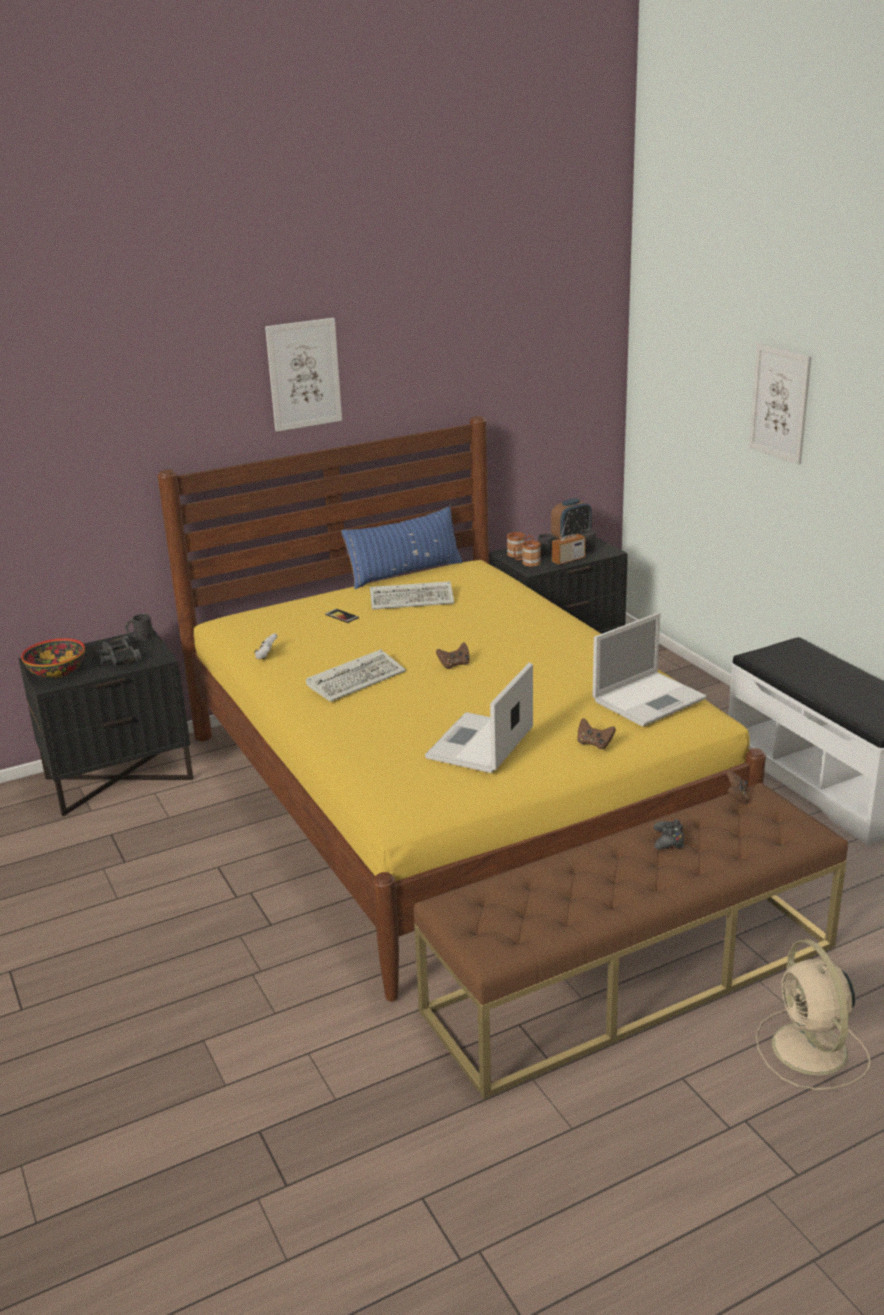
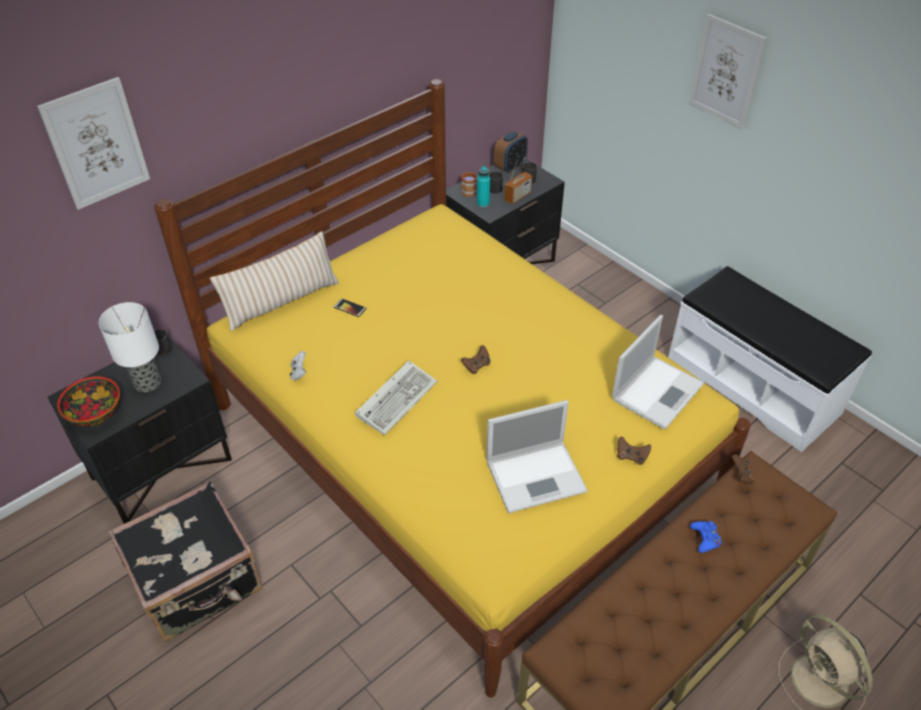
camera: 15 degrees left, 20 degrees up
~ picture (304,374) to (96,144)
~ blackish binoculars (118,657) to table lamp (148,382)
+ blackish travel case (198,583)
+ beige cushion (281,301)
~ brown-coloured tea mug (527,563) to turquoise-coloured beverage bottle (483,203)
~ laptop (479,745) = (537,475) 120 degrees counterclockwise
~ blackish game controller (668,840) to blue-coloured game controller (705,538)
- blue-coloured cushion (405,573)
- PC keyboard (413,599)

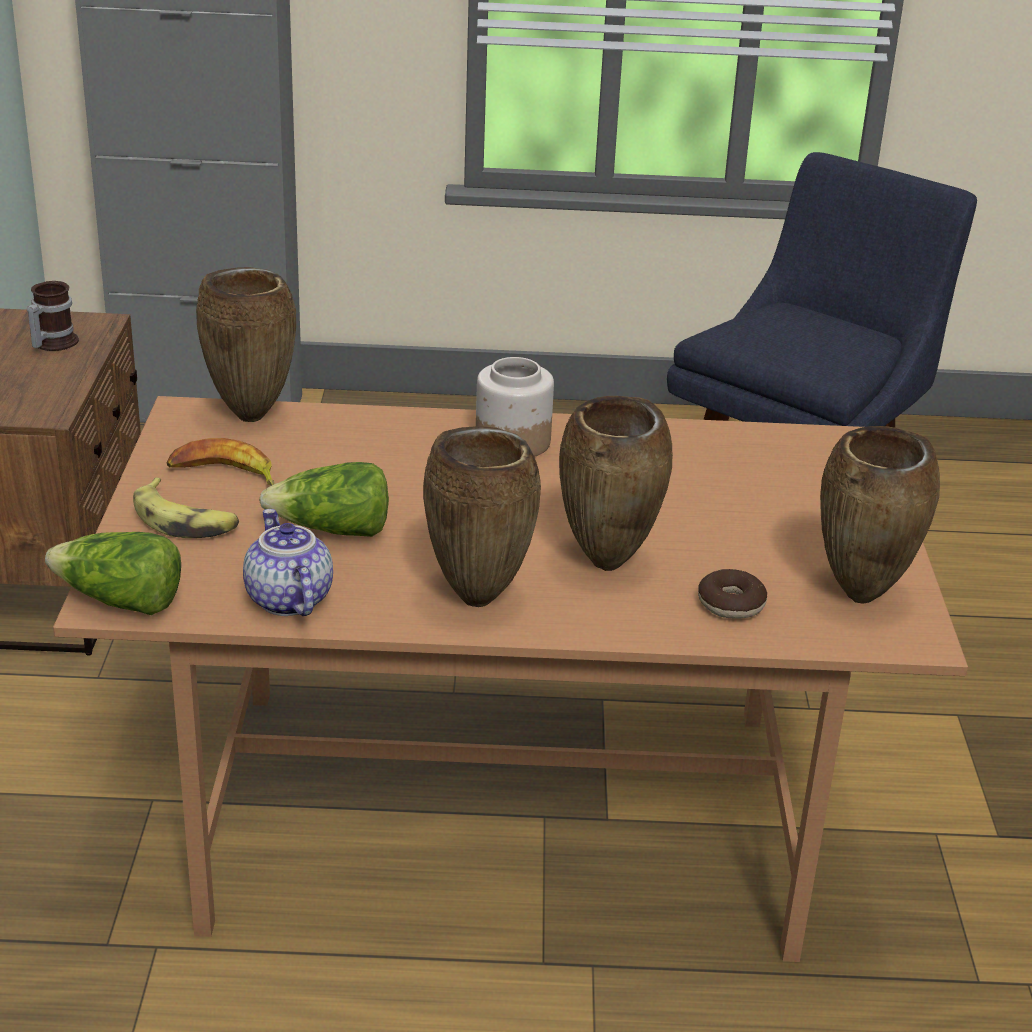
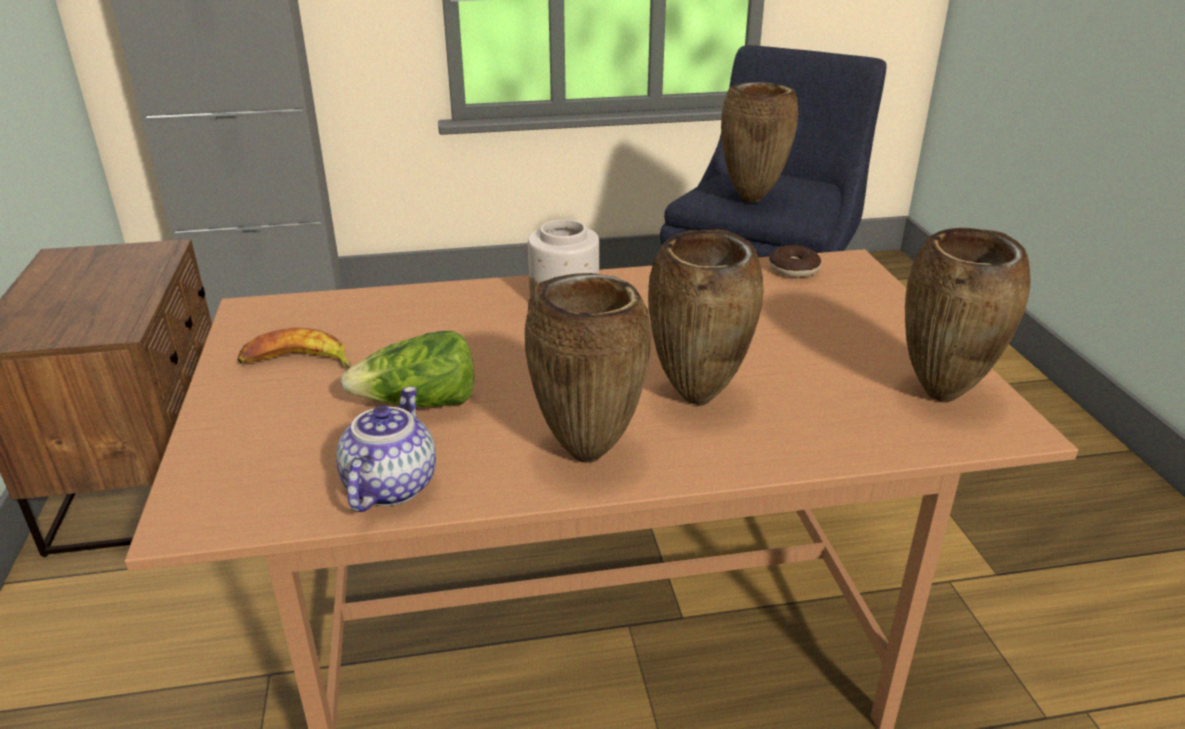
camera: 10 degrees left, 0 degrees up
~ pot for tea (286,600) = (389,485) 45 degrees clockwise
~ brown-coloured vase (252,416) to (752,199)
~ doughnut (731,604) to (793,269)
- tea mug (51,343)
- lettuce (120,601)
- whole banana (185,521)

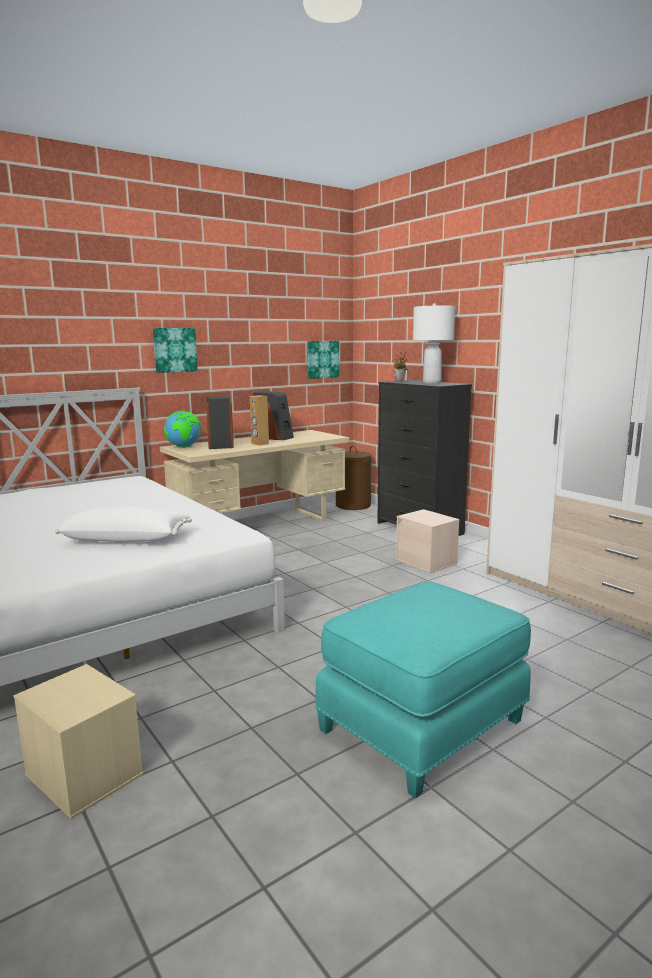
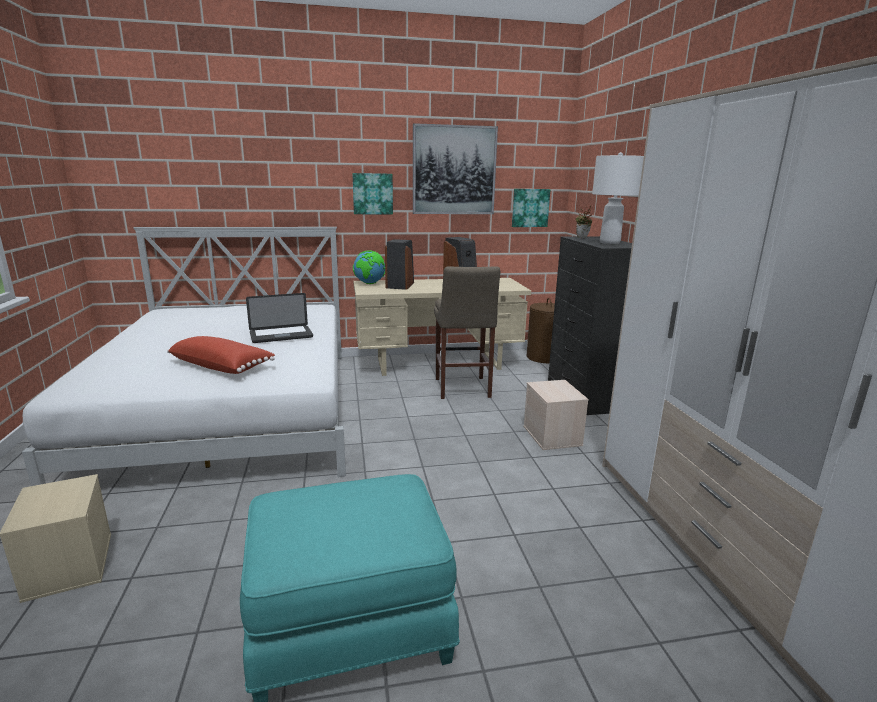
camera: 25 degrees right, 5 degrees up
~ white cushion (127,539) to reddish cushion (222,366)
+ laptop (281,335)
+ picture (454,170)
+ beige sitting stool (462,389)
- brown-coloured speaker (260,444)

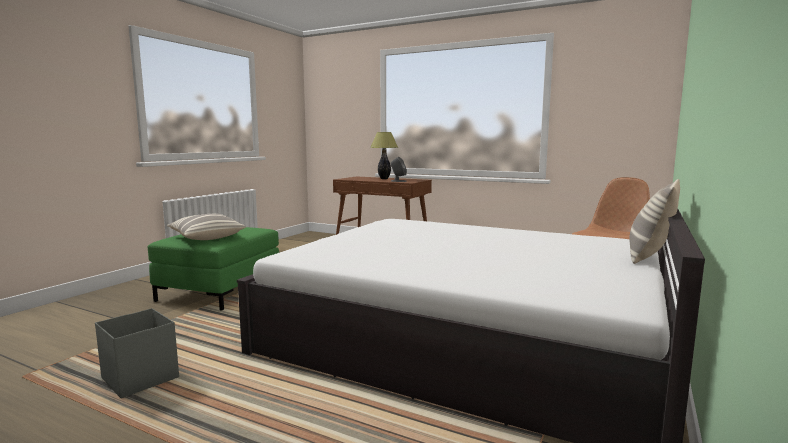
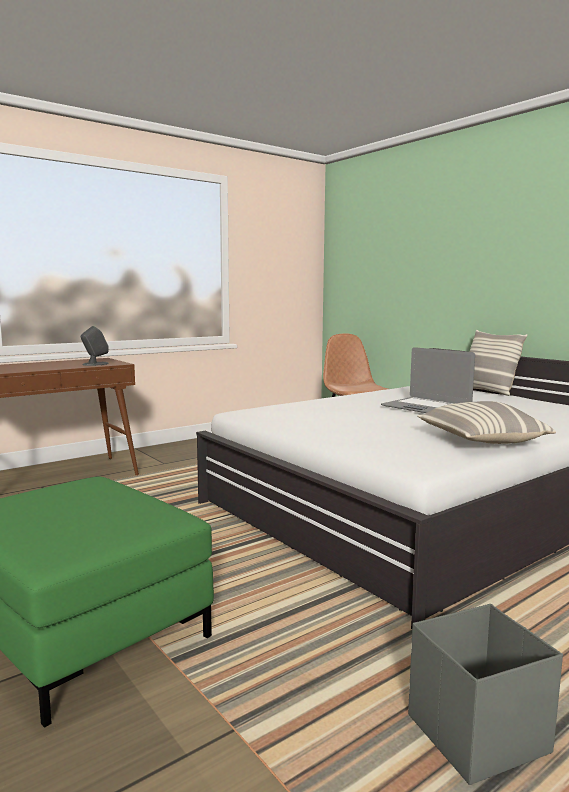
camera: 65 degrees left, 0 degrees up
+ laptop (426,408)
~ cushion (206,237) to (480,441)
- table lamp (384,178)

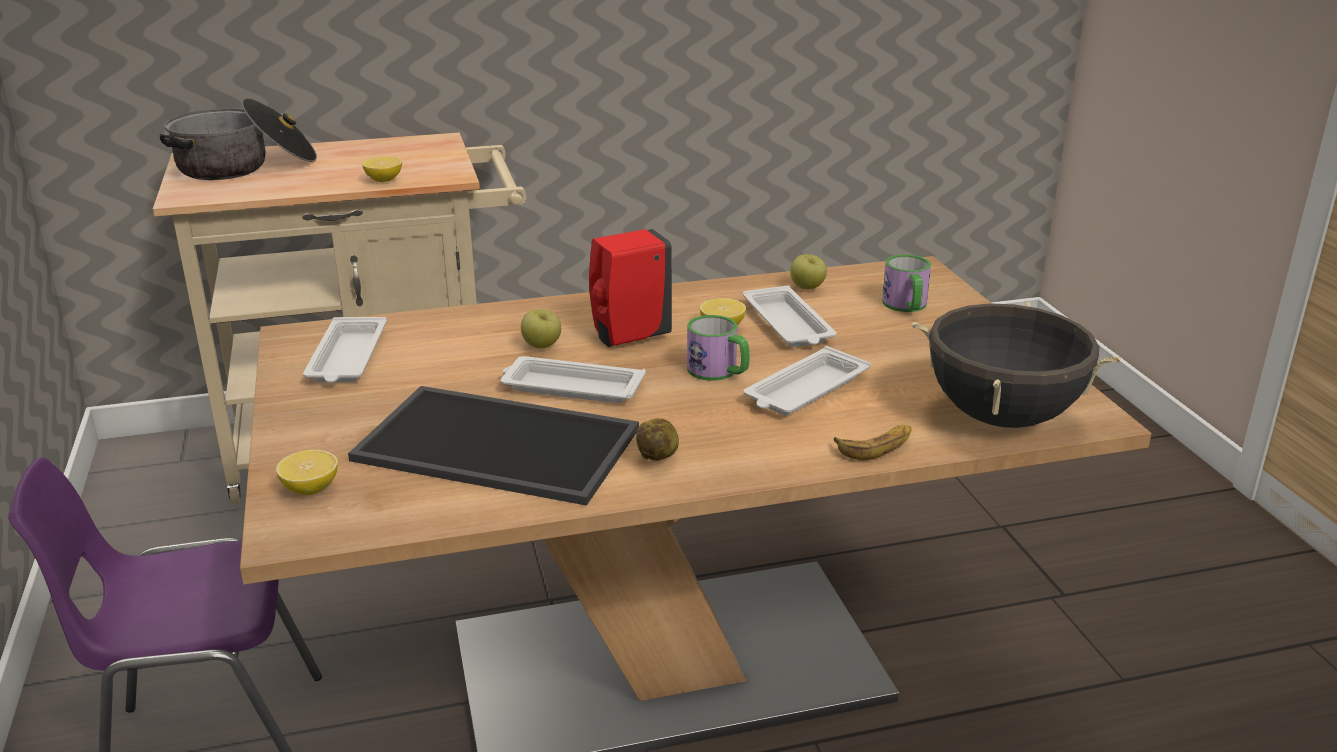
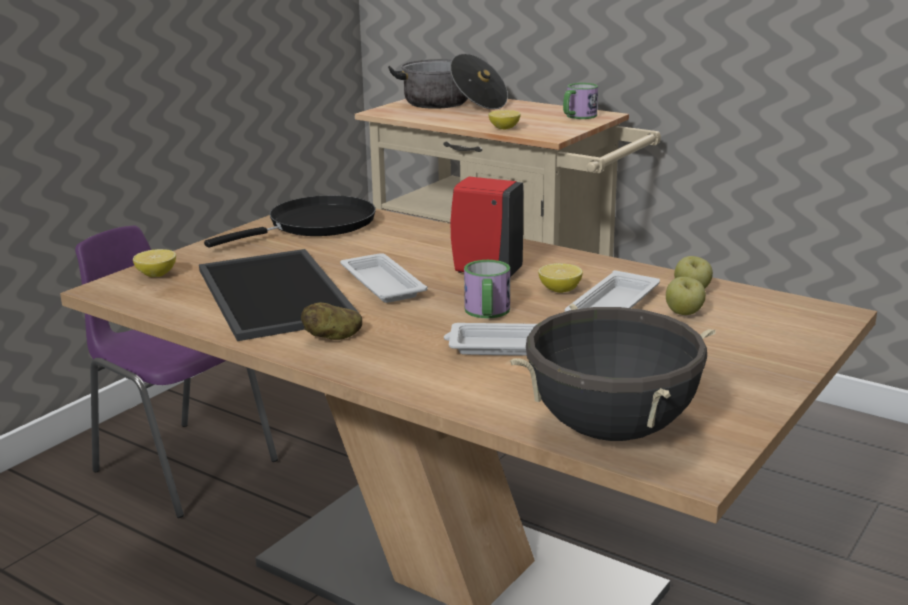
camera: 50 degrees right, 5 degrees down
~ white tray (347,358) to blackish pan (315,225)
~ tea mug (906,306) to (578,116)
~ apple (542,346) to (684,314)
- whole banana (876,447)

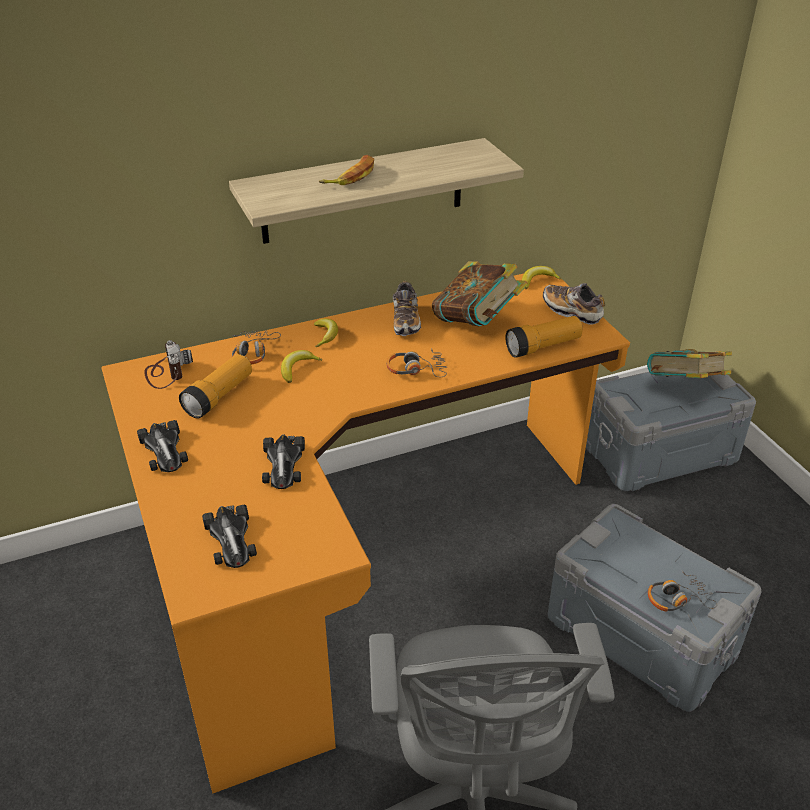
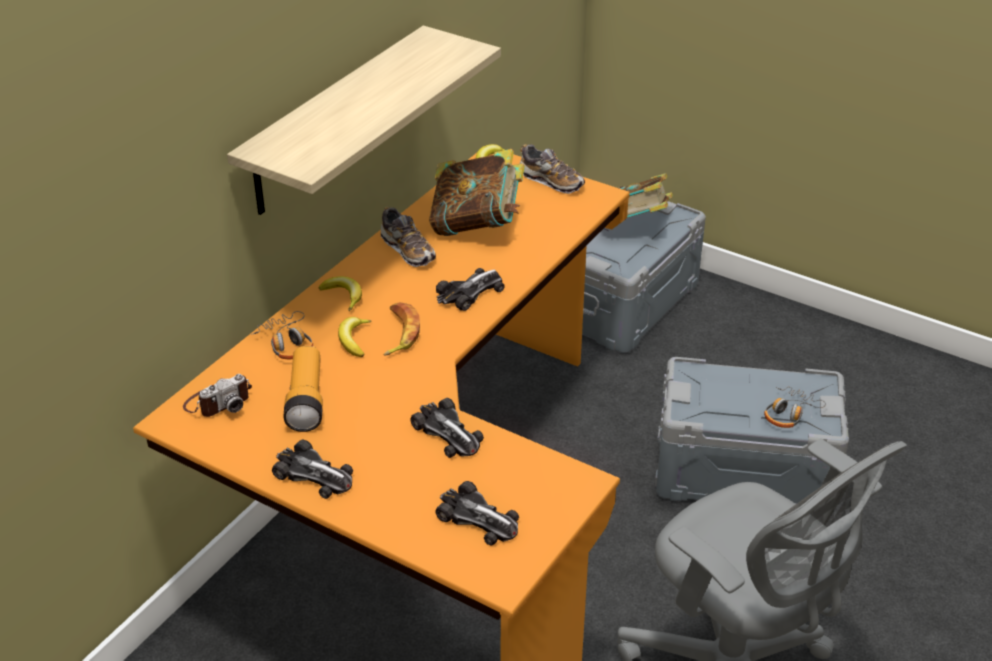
camera: 35 degrees left, 0 degrees up
~ still camera (166,372) = (218,402) 105 degrees clockwise
~ whole banana (351,176) to (399,333)
~ headset (416,369) to miniature car (470,293)
~ shoe (571,311) = (551,181) 150 degrees counterclockwise
- hand torch (543,347)

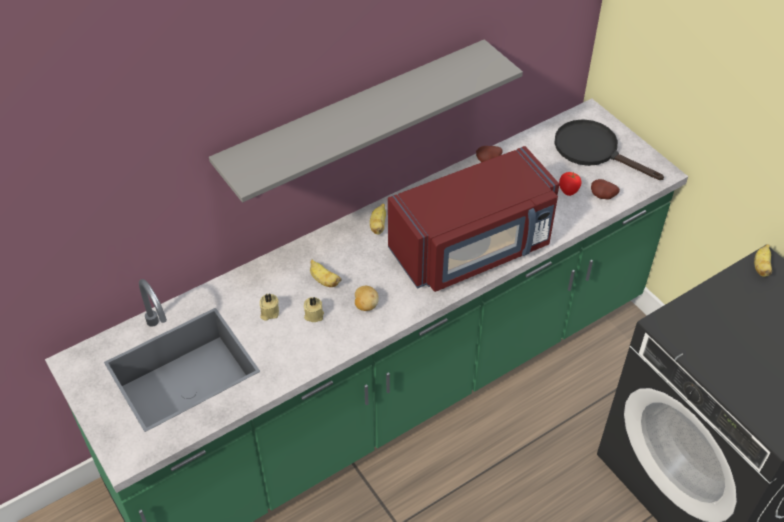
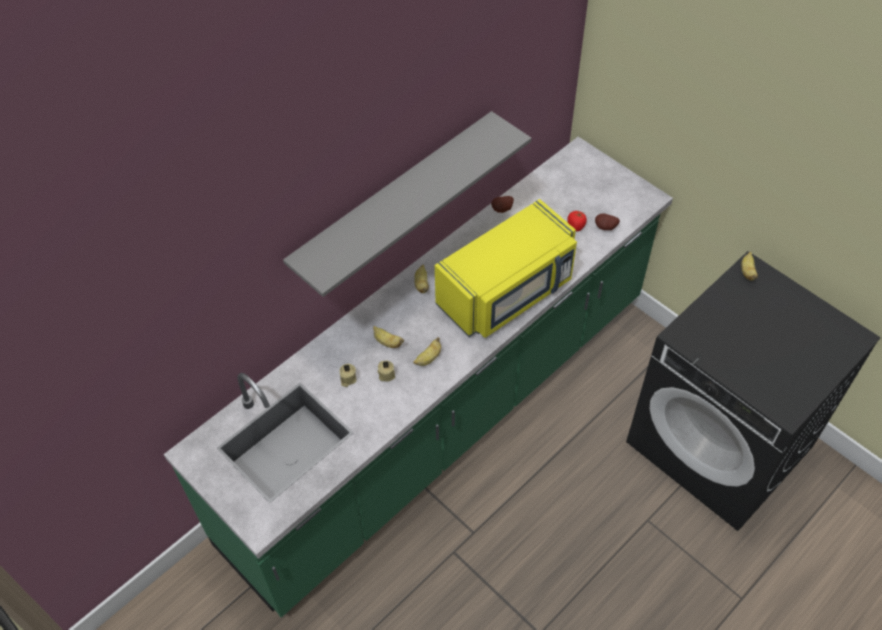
camera: 10 degrees left, 5 degrees up
~ potato (365,305) to whole banana (428,358)
~ reddish microwave (473,248) to yellow-coloured microwave (507,292)
- blackish pan (594,150)

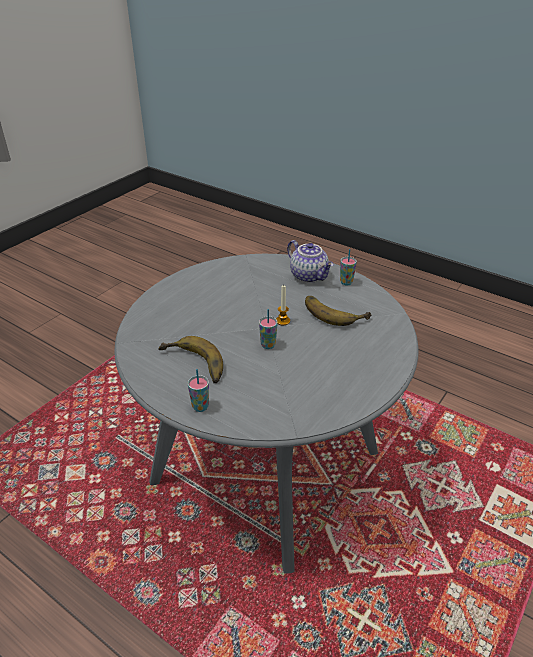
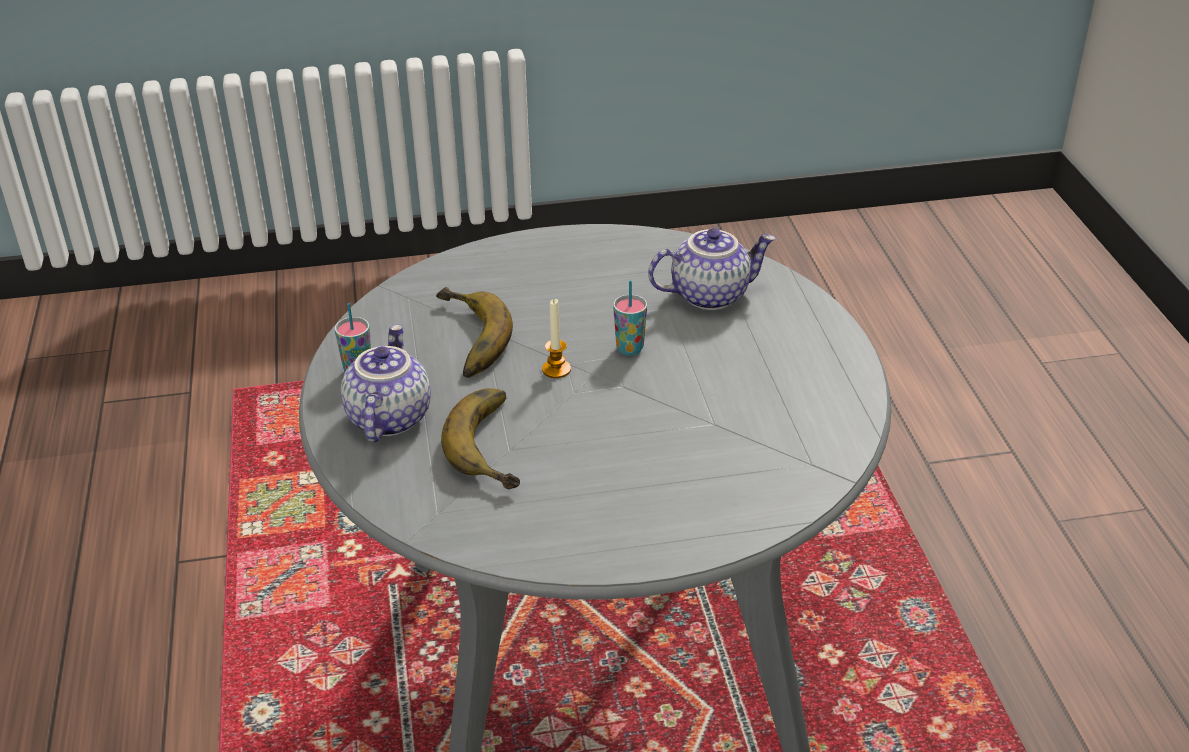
camera: 135 degrees left, 0 degrees up
~ whole banana (192,365) to (498,443)
+ pot for tea (710,294)
- drinking cup (200,407)

